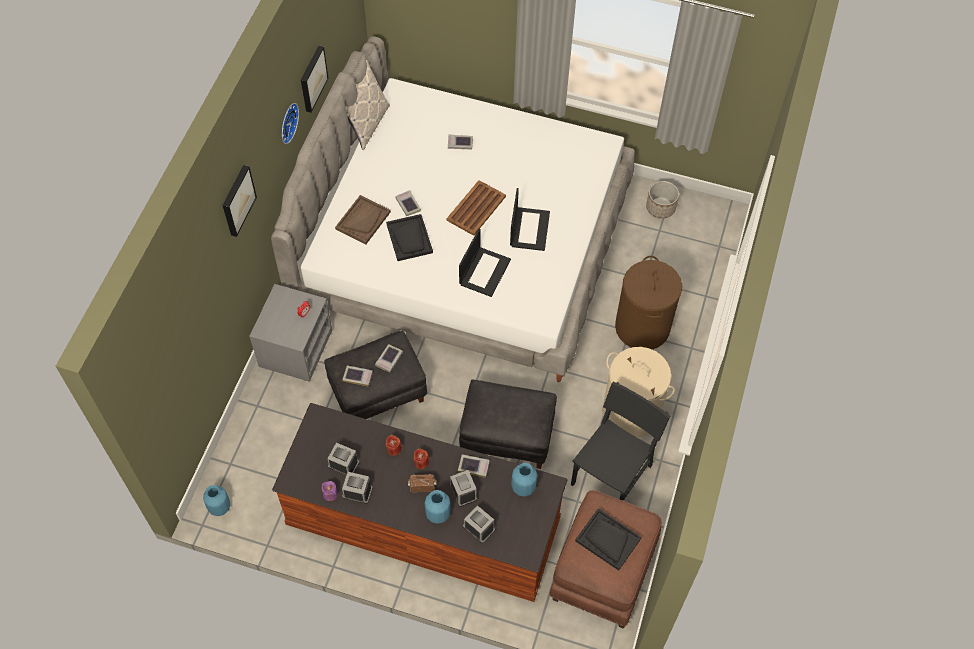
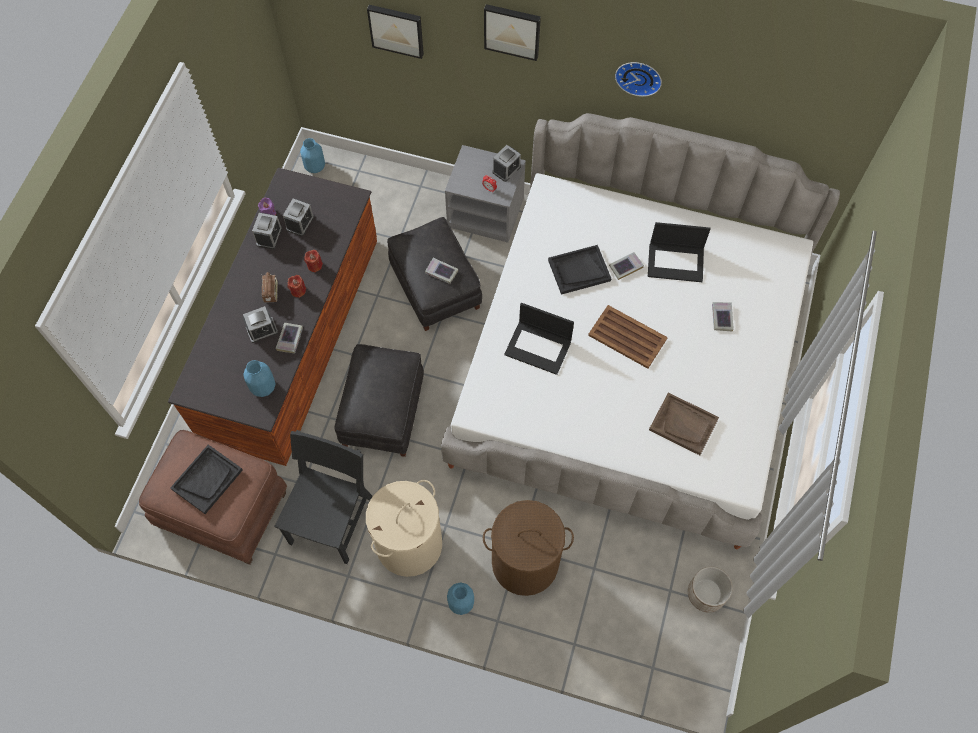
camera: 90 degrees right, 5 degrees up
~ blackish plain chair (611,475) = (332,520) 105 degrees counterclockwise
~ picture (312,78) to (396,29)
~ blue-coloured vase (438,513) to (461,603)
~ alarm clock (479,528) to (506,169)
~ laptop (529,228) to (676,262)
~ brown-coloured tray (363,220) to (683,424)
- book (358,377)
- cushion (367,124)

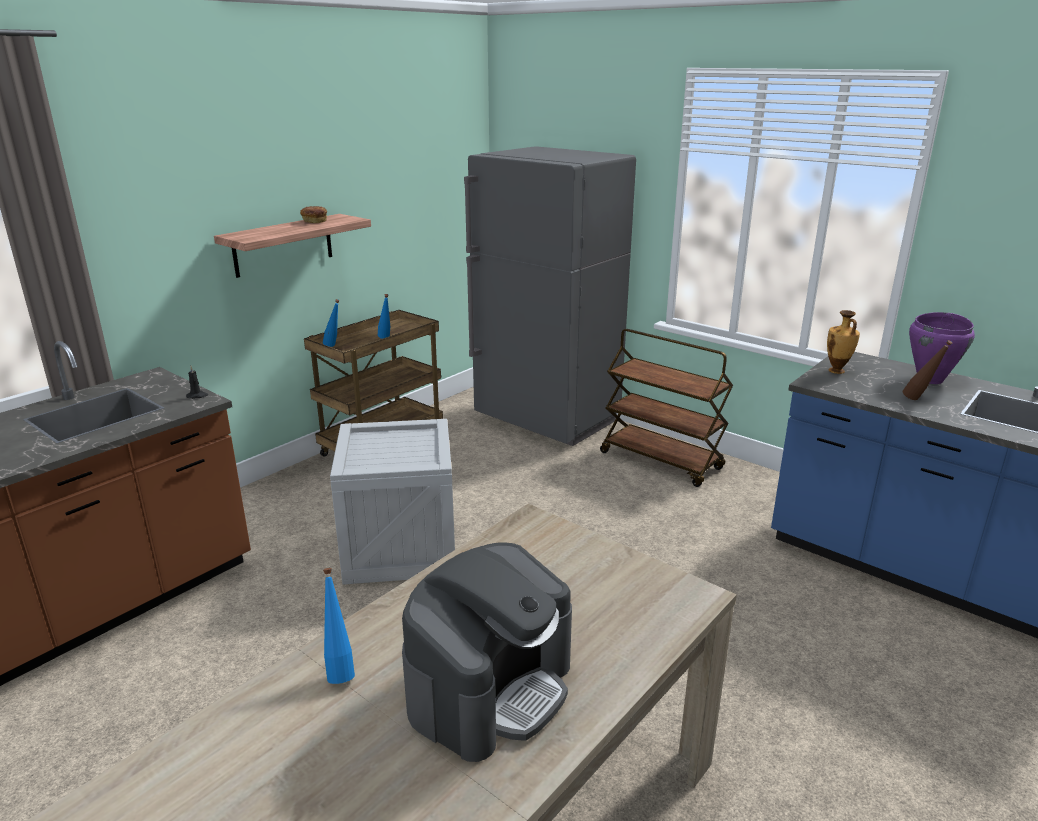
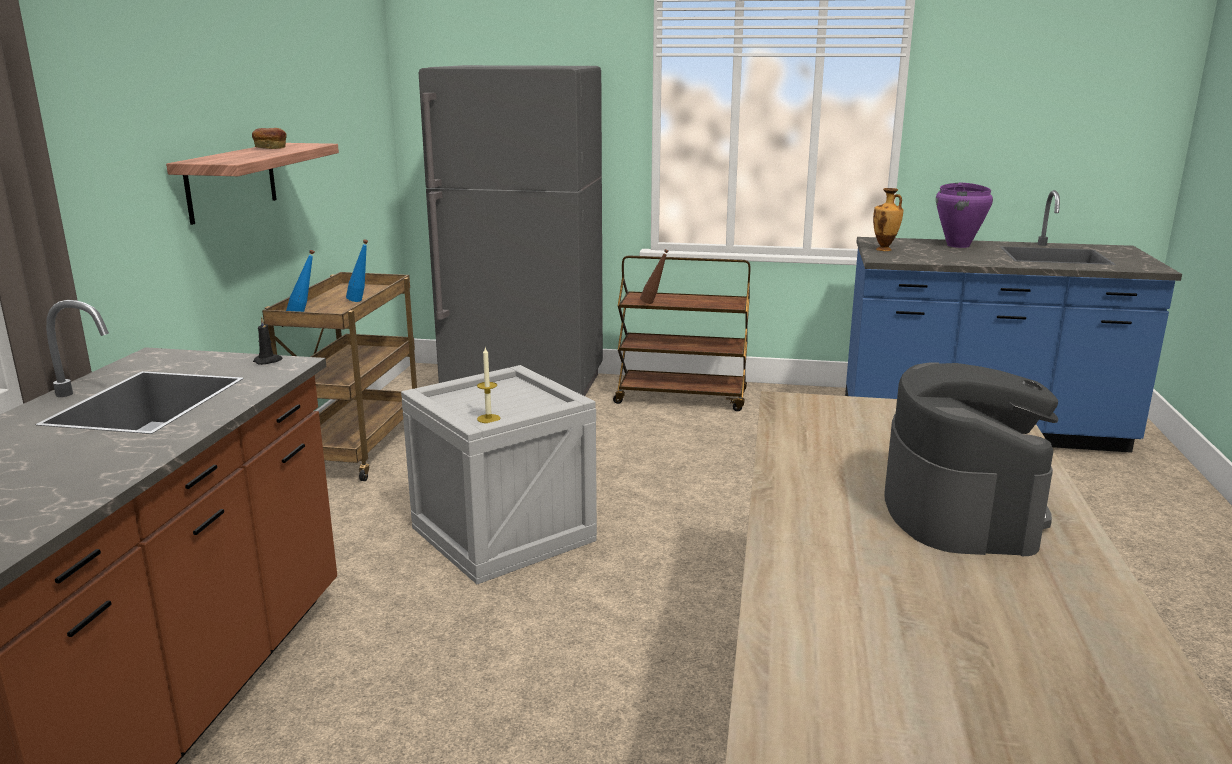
camera: 30 degrees left, 5 degrees down
+ wax candle (488,418)
~ brown-coloured beverage bottle (919,400) to (653,303)
- blue-coloured beverage bottle (340,670)

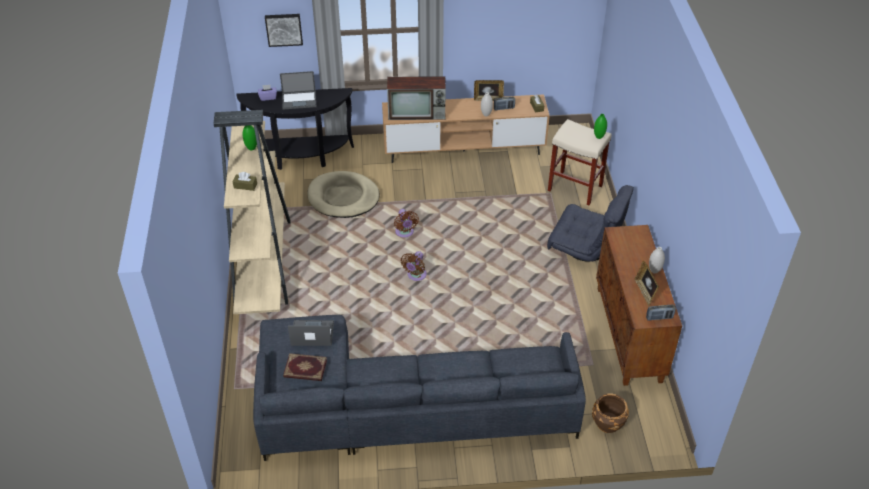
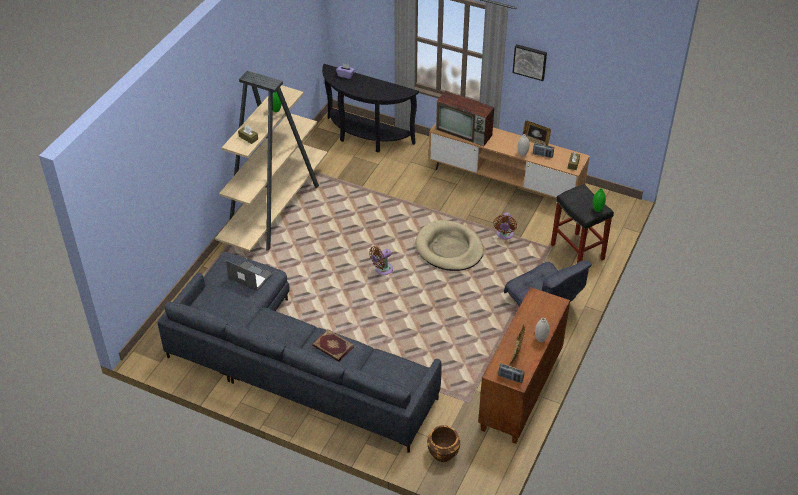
camera: 30 degrees right, 0 degrees up
~ book (305,369) to (332,347)
~ beige dog bed (343,197) to (449,248)
~ brown-coloured cooling fan (405,233) to (504,235)
~ picture (284,29) to (530,61)
~ beige sitting stool (576,188) to blackish sitting stool (578,252)
- laptop (299,100)

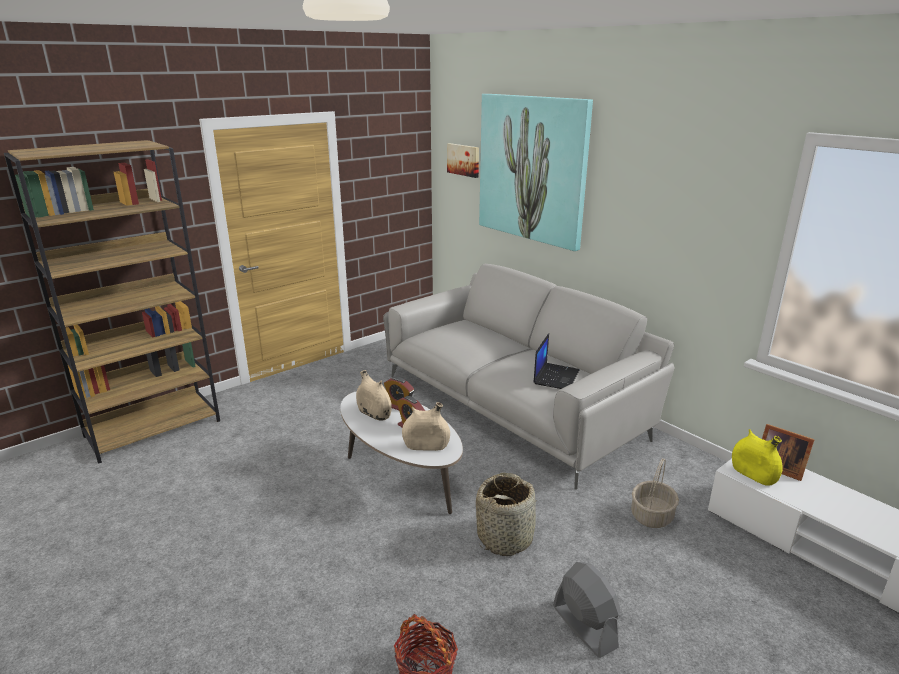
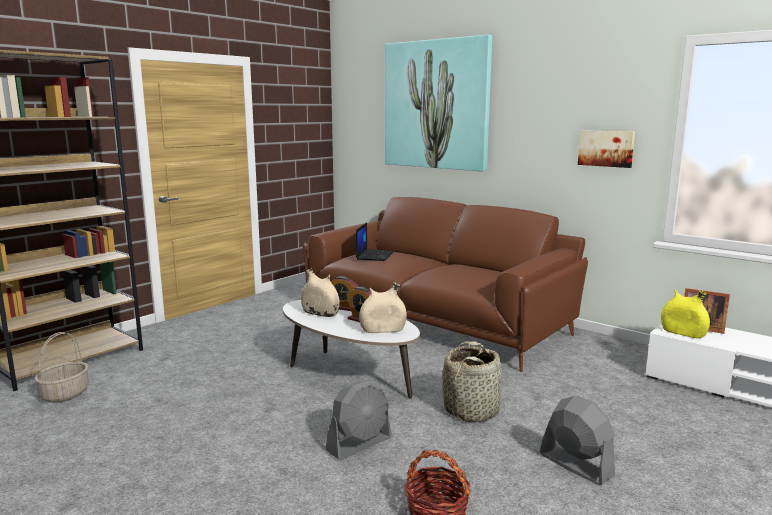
camera: 10 degrees left, 10 degrees down
~ basket (651,515) to (65,394)
~ grey sofa (514,404) to brown-coloured sofa (437,320)
+ grey cooling fan (359,444)
~ laptop (556,376) to (374,255)
~ picture (464,160) to (606,148)

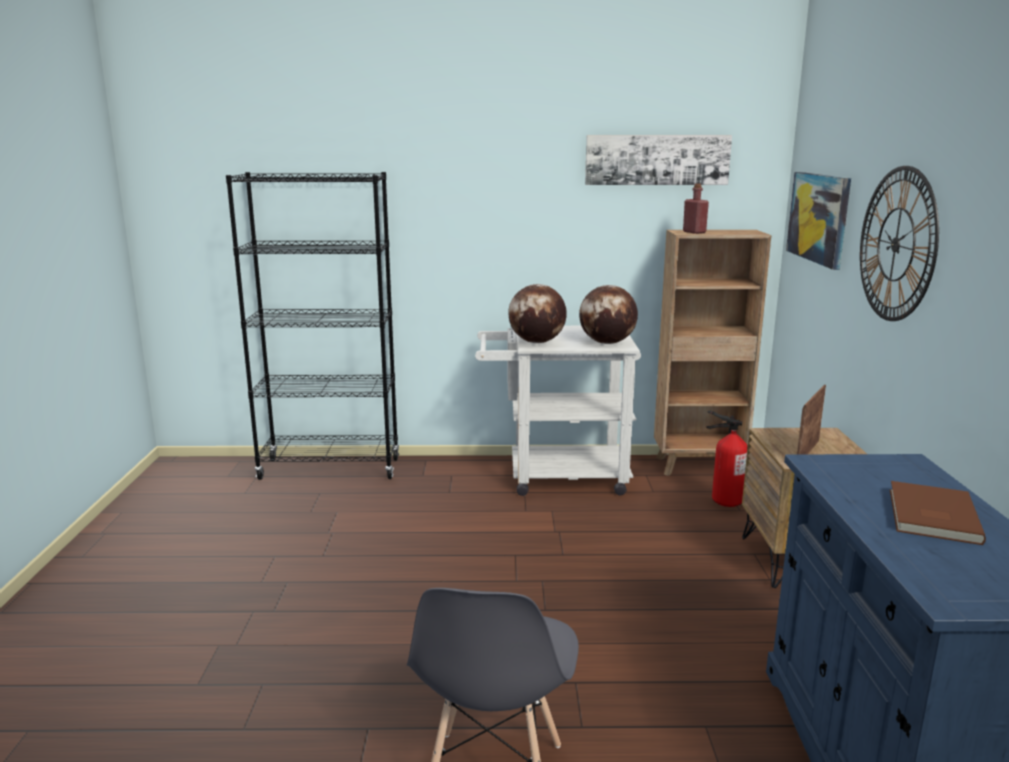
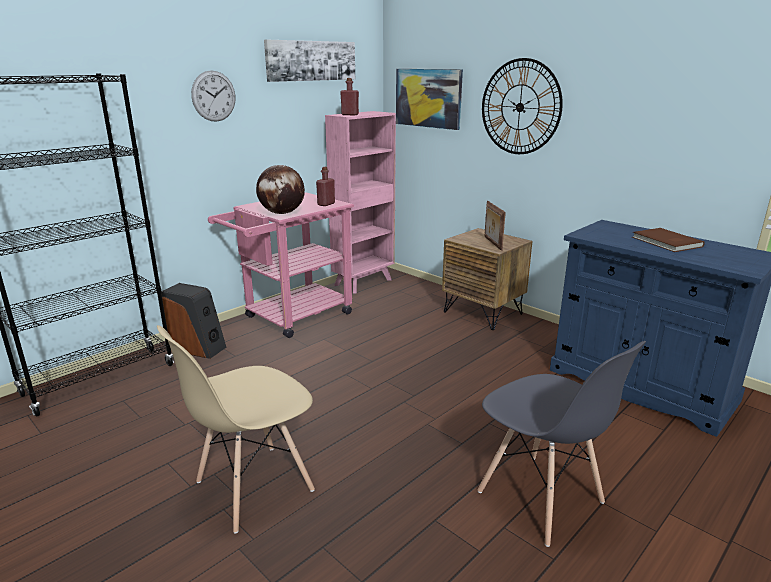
camera: 45 degrees left, 5 degrees up
+ beige plain chair (253,486)
+ speaker (198,348)
+ hanging clock (213,96)
~ white wheeled cart (555,476) to pink-coloured wheeled cart (291,317)
~ globe (607,343) to reddish beverage bottle (326,204)
~ brown-coloured shelving unit (699,466) to pink-coloured shelving unit (364,282)
- fire-fighting cylinder (724,501)

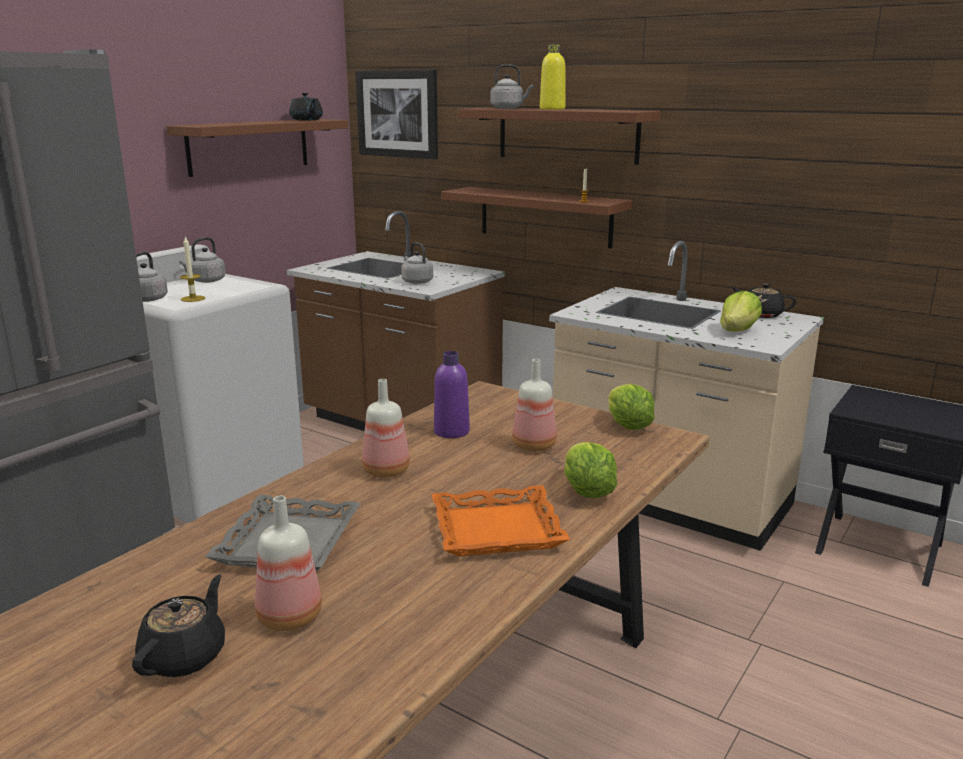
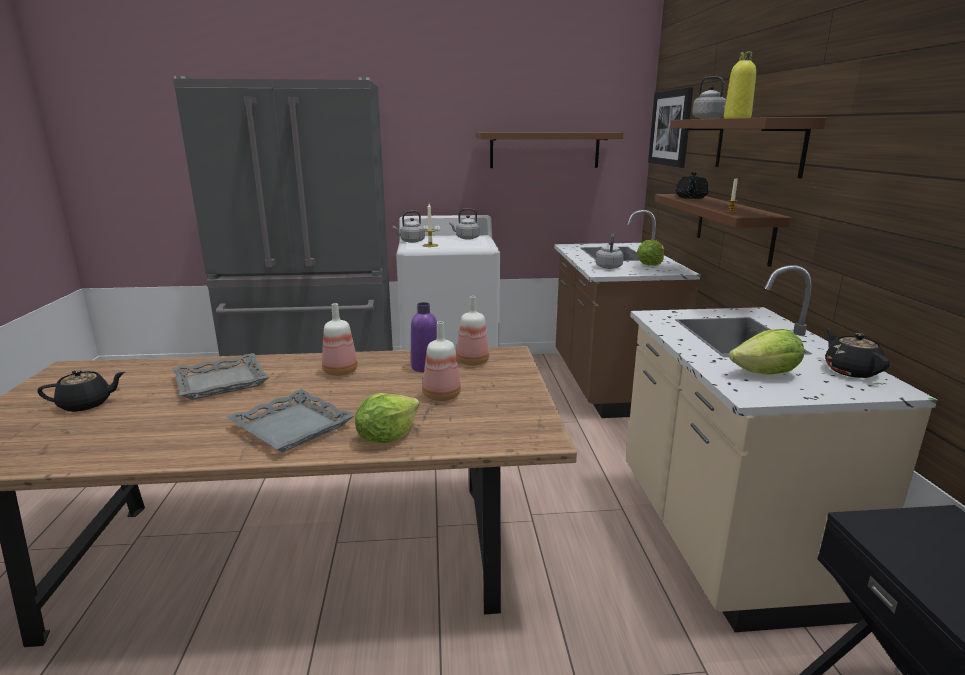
camera: 50 degrees right, 0 degrees up
~ orange-coloured tray (497,529) to grey tray (293,427)
~ beverage bottle (289,618) to (471,362)
~ lettuce (627,426) to (650,265)
~ blackish pot for tea (306,120) to (691,198)

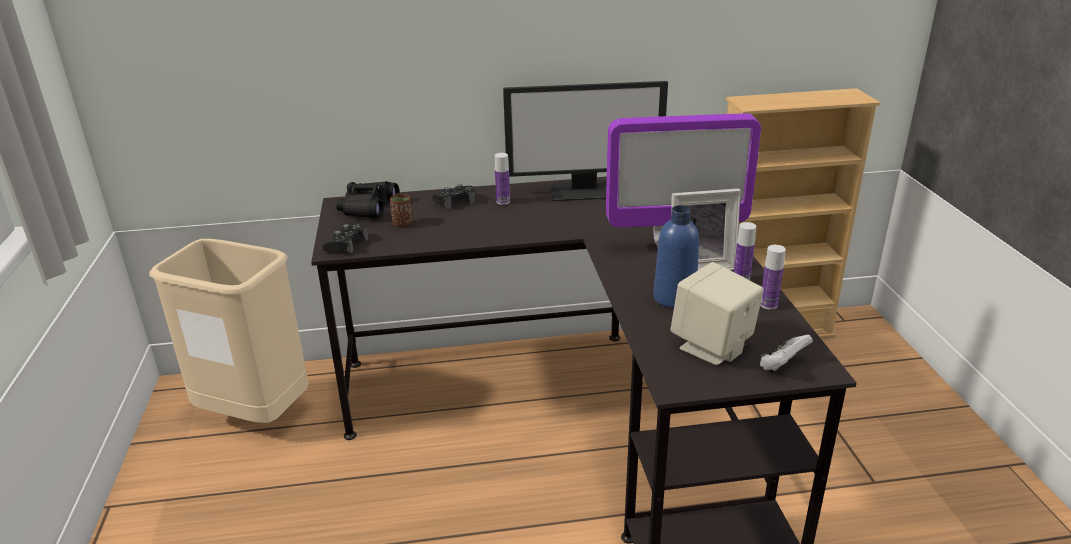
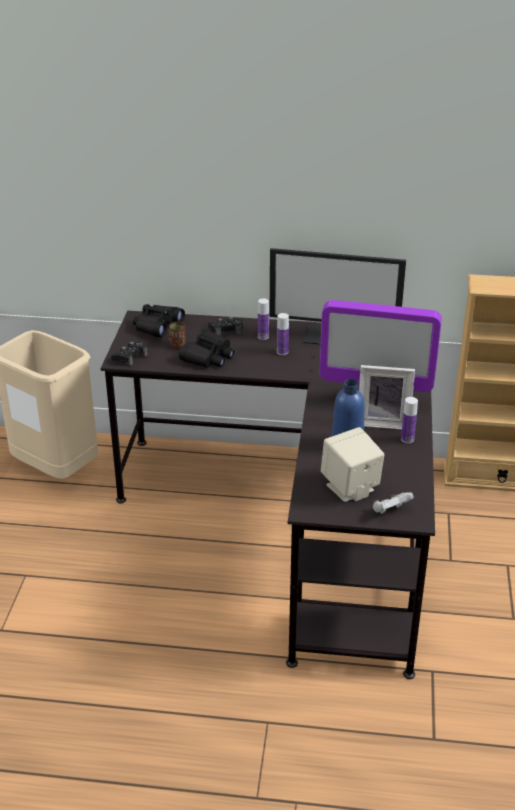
camera: 15 degrees right, 5 degrees up
+ blackish binoculars (208,357)
~ beverage bottle (768,304) to (282,352)

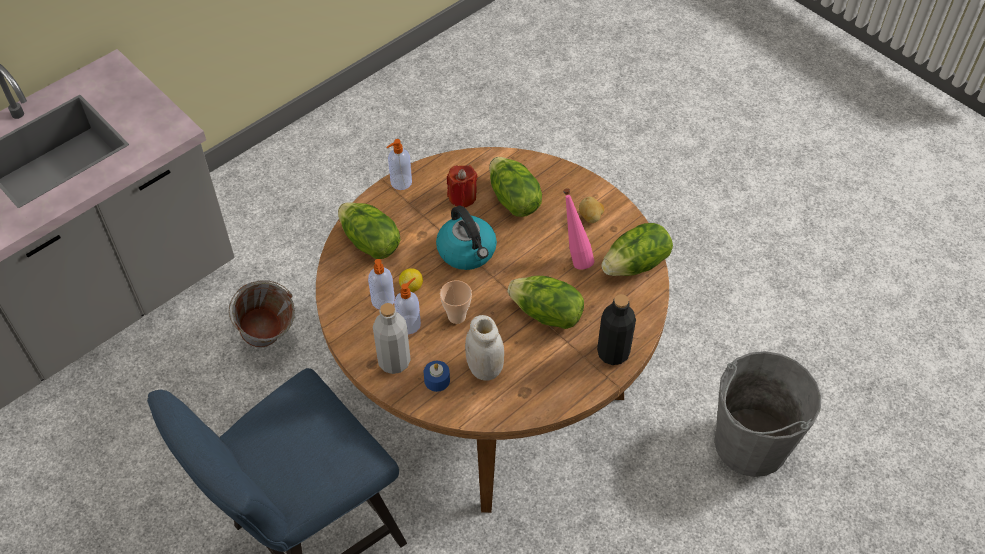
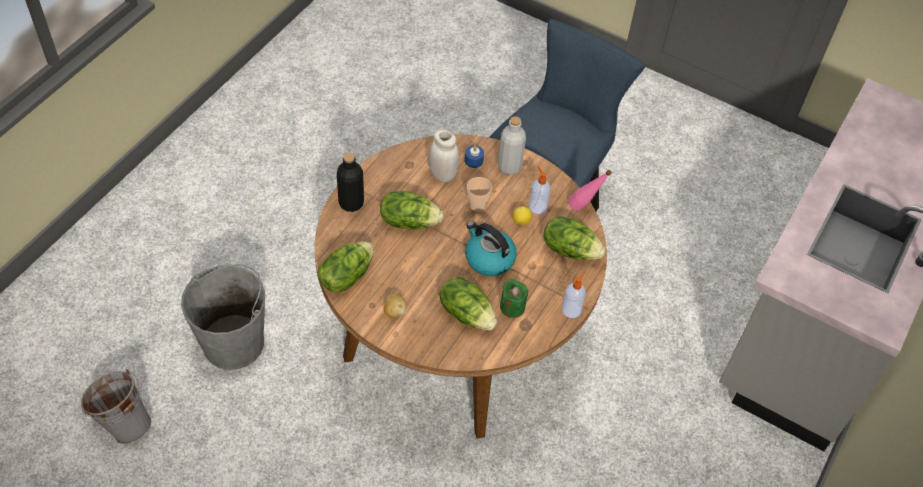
camera: 160 degrees right, 0 degrees up
~ grey pail (269,342) to (123,423)
~ reddish wax candle (462,197) to greenish wax candle (512,307)
~ pink-coloured beverage bottle (575,257) to (584,209)
- soap bottle (409,324)

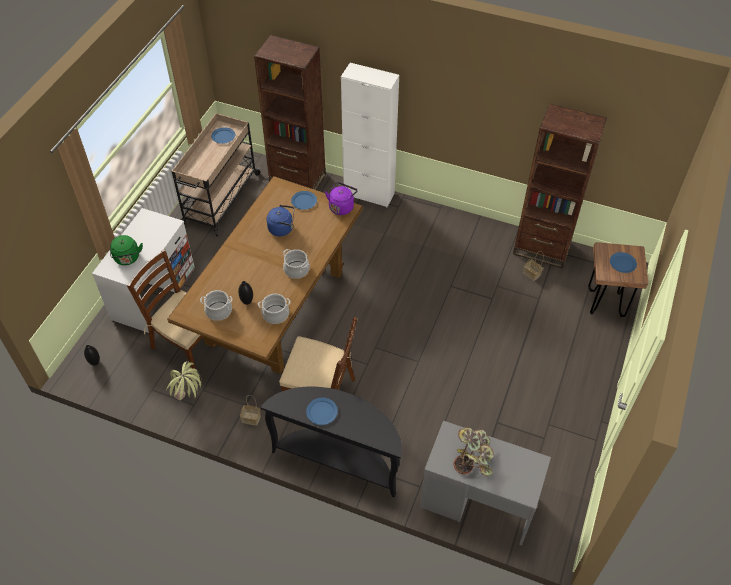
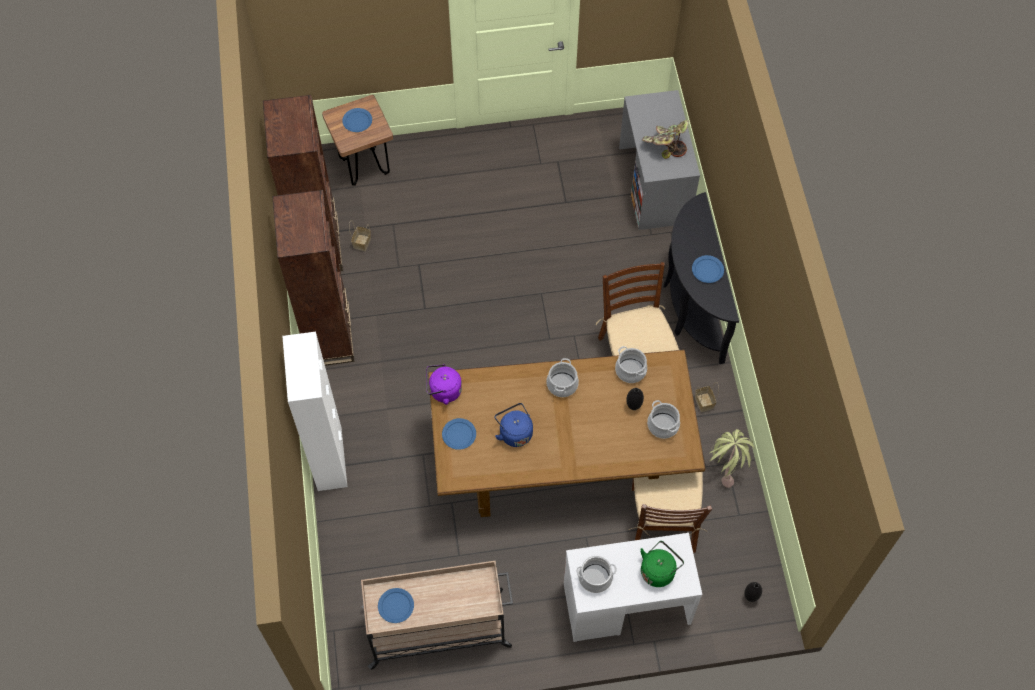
camera: 120 degrees left, 10 degrees up
~ brown-coloured shelving unit (297,179) to (329,336)
+ cooking pot (595,578)

